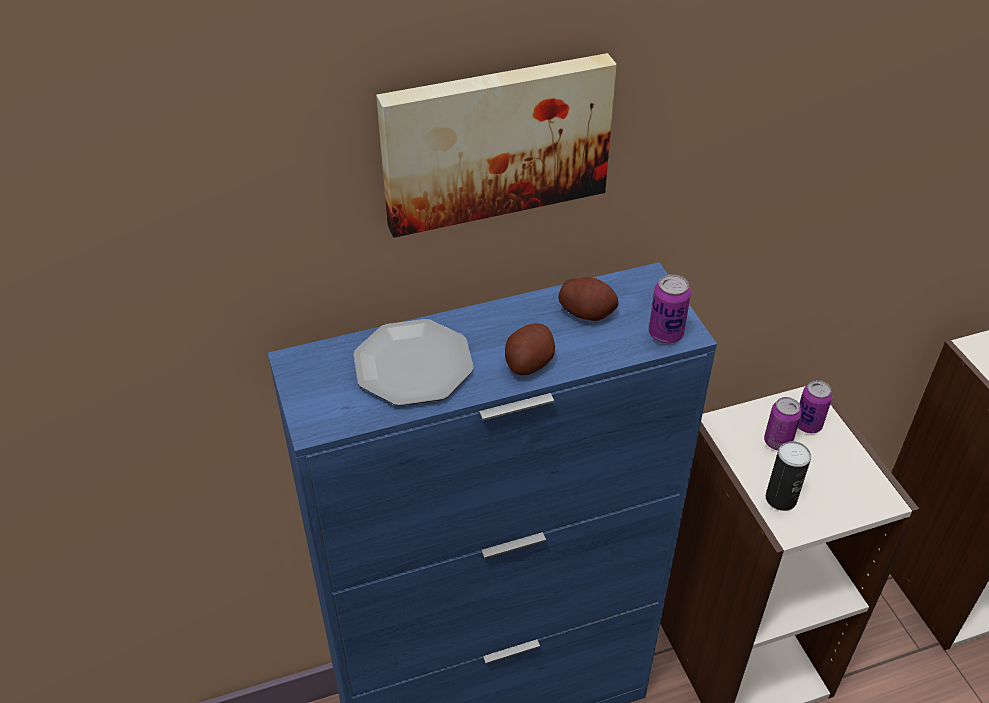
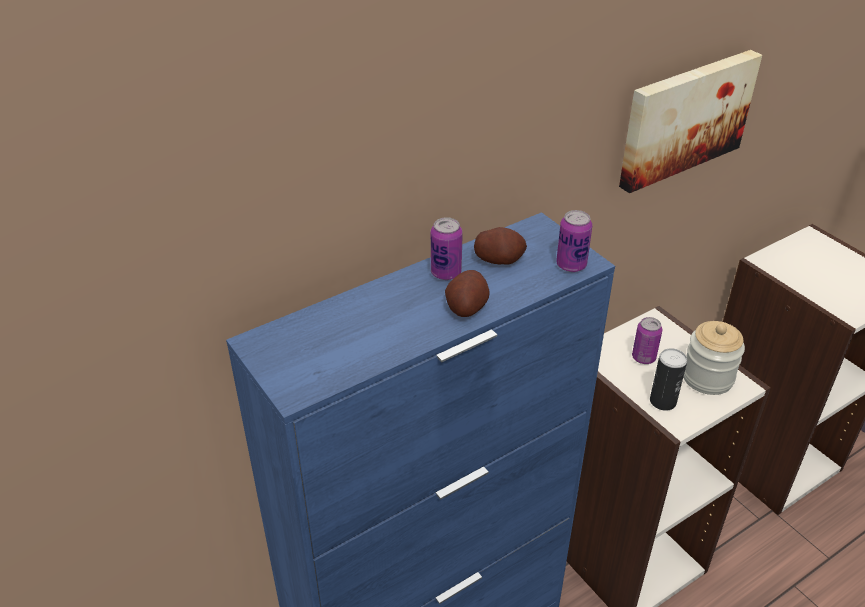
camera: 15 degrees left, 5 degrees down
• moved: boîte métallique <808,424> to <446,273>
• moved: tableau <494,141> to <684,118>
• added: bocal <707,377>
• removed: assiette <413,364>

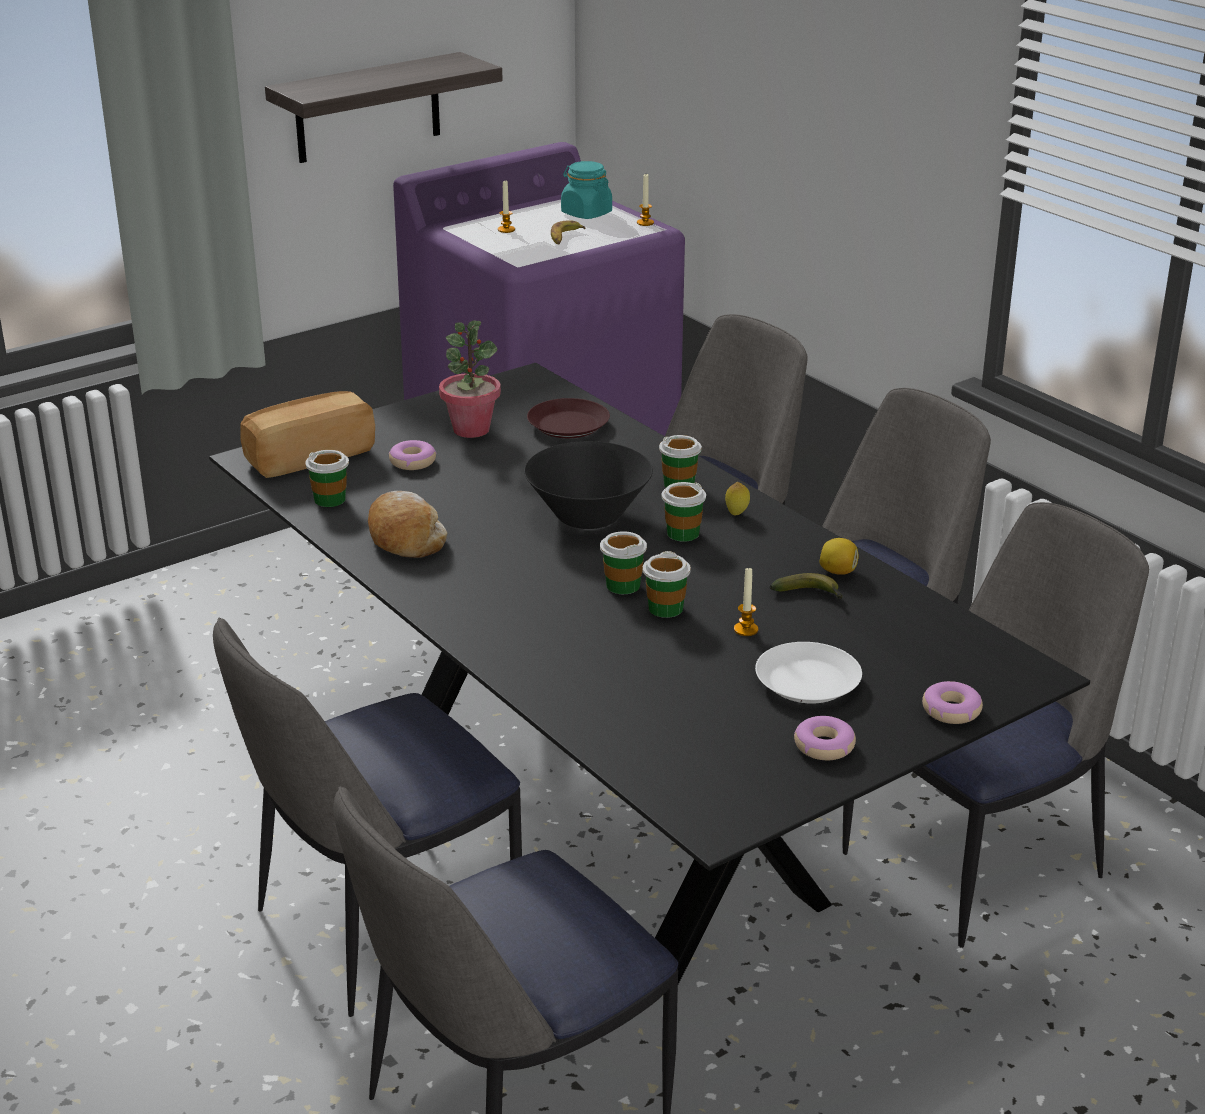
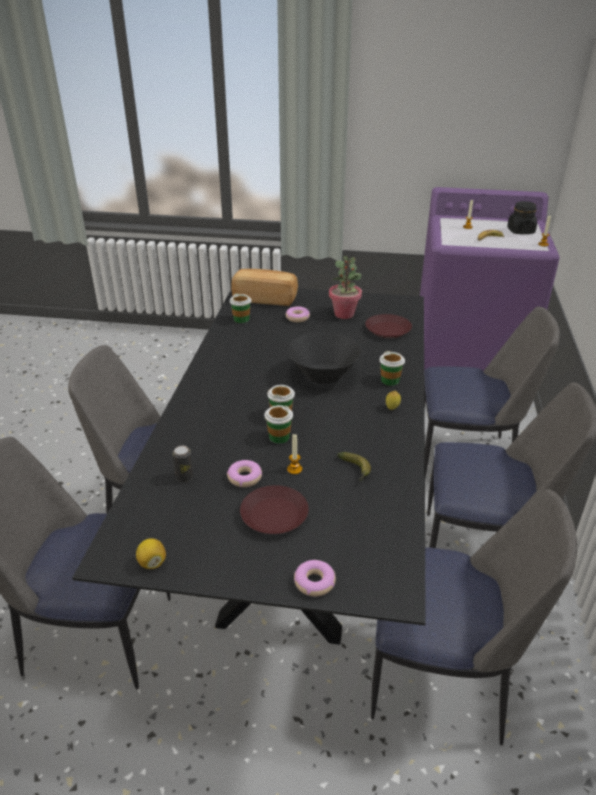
camera: 45 degrees right, 5 degrees up
• moved: citron <838,571> to <152,562>
• added: boîte métallique <184,477>
• moved: beignet <824,746> to <244,477>
• recoloured: assiette (blanc) <807,681> to assiette (marron) <274,514>
• recoloured: bocal (turquoise) <586,213> to bocal (noir) <520,231>
• removed: étagère <368,108>
• removed: pain <405,537>
• removed: tasse <682,533>

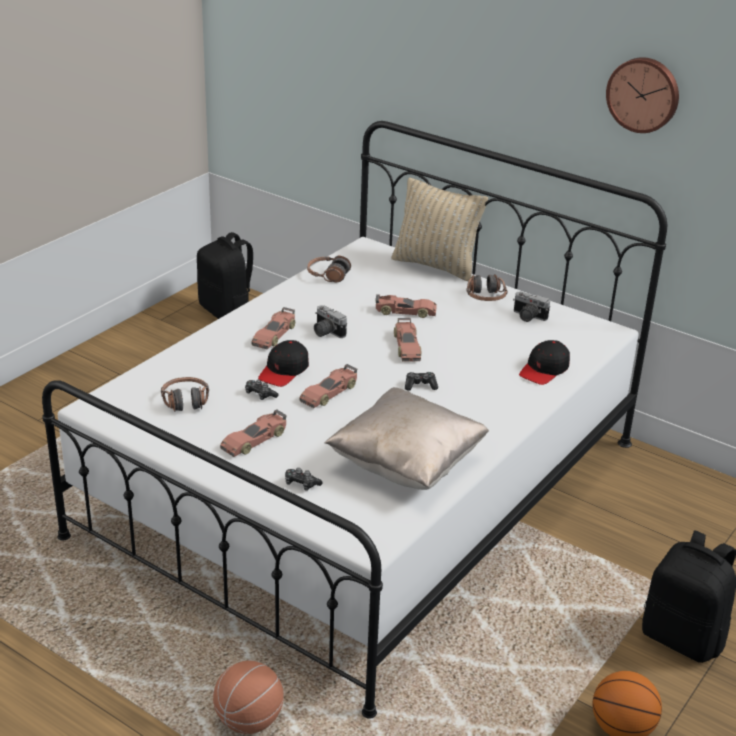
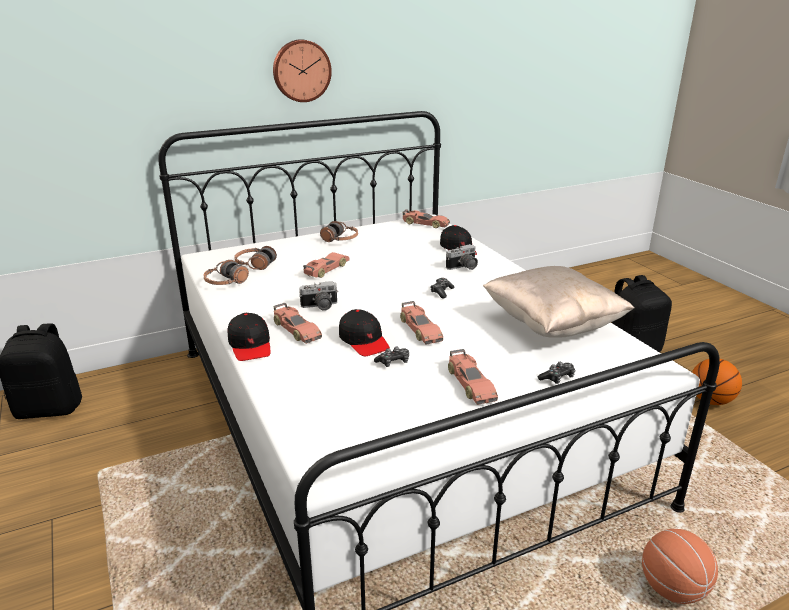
camera: 60 degrees left, 5 degrees down
• added: casquette (noir) <250,345>
• moved: casque audio <185,401> to <255,264>
• moved: horloge murale <643,94> to <301,70>
• moved: petite voiture <407,346> to <425,224>
• moved: appareil photo <527,317> to <463,267>
• removed: coussin (beige) <435,266>

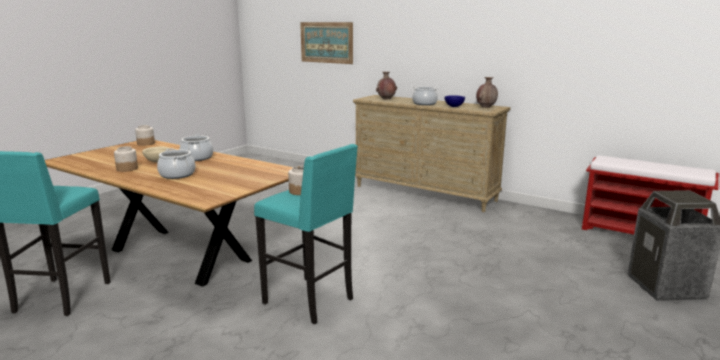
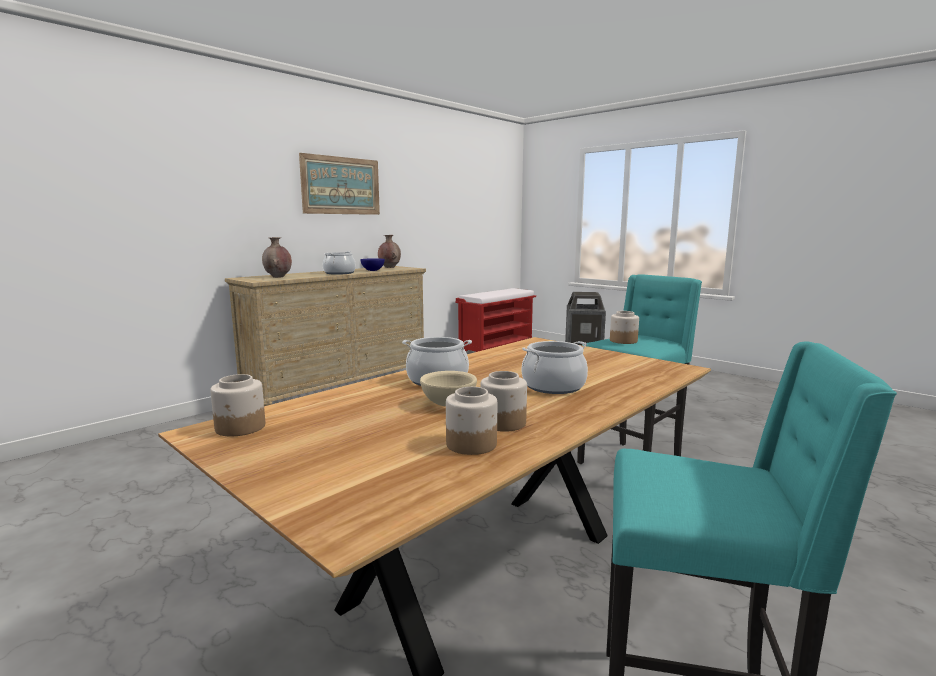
camera: 80 degrees left, 5 degrees down
• moved: tableau <326,42> to <341,185>
• added: bocal <470,444>

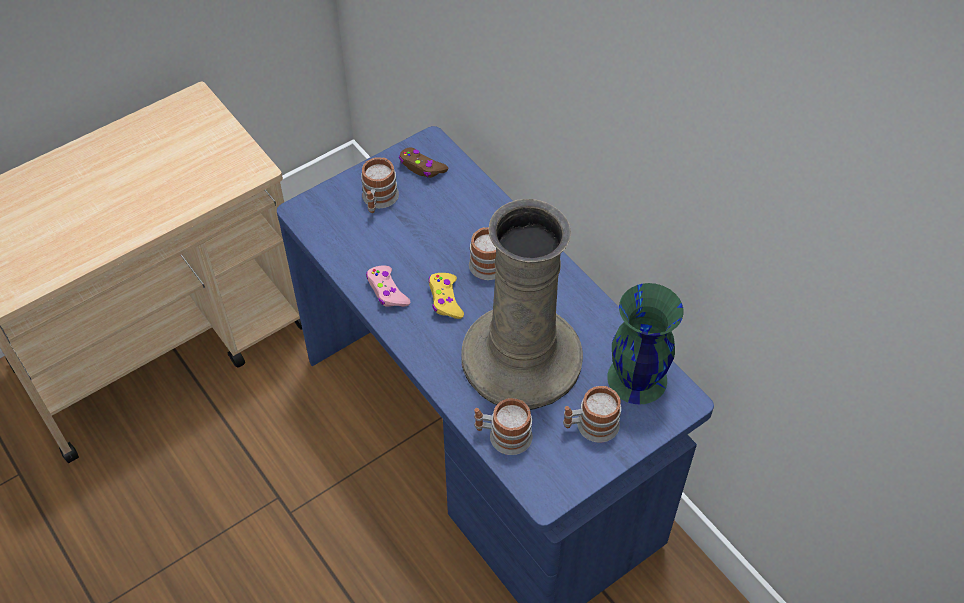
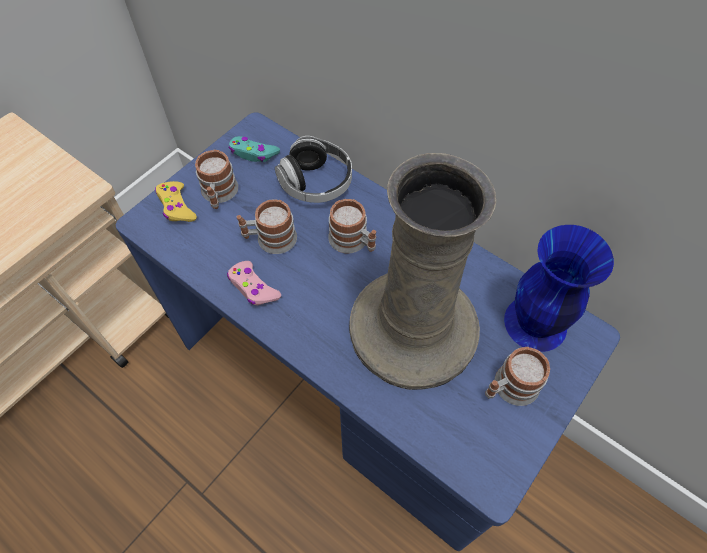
camera: 15 degrees left, 5 degrees up
• moved: manette (jaune) <445,299> to <176,206>
• recoloured: manette (marron) <422,167> to manette (turquoise) <253,153>
• moved: mug <503,436> to <270,239>
• added: casque audio <316,183>
• recoloured: vase (vert) <636,378> to vase (bleu) <534,323>

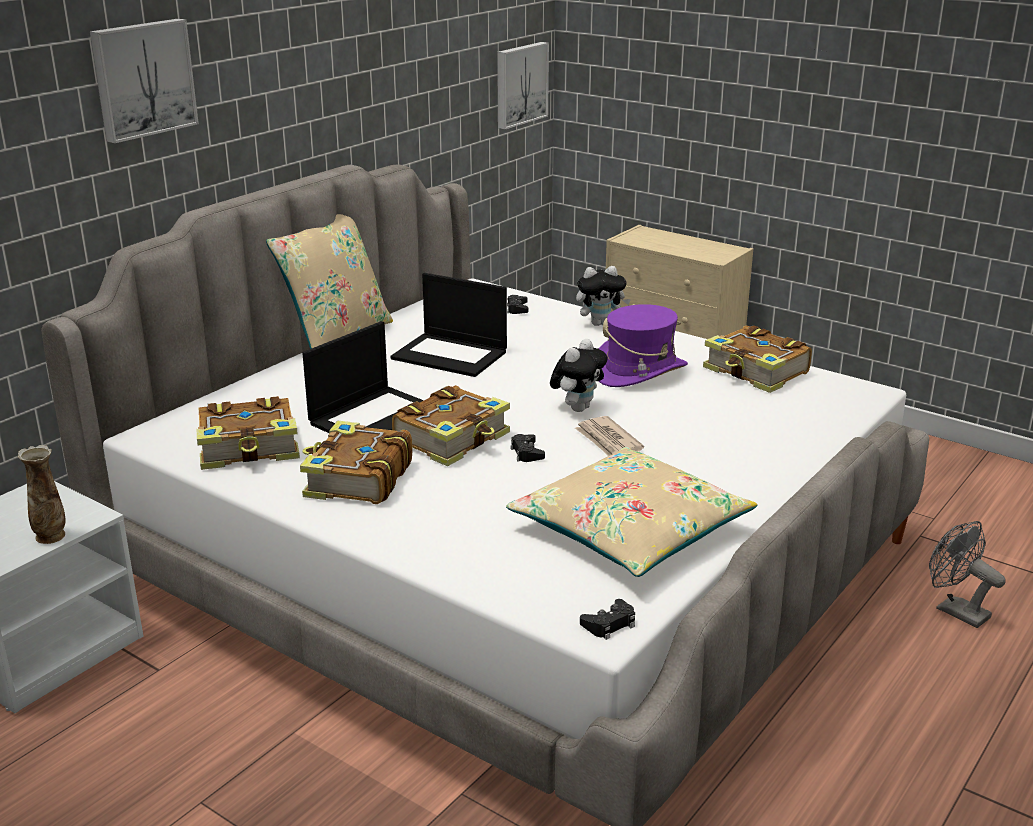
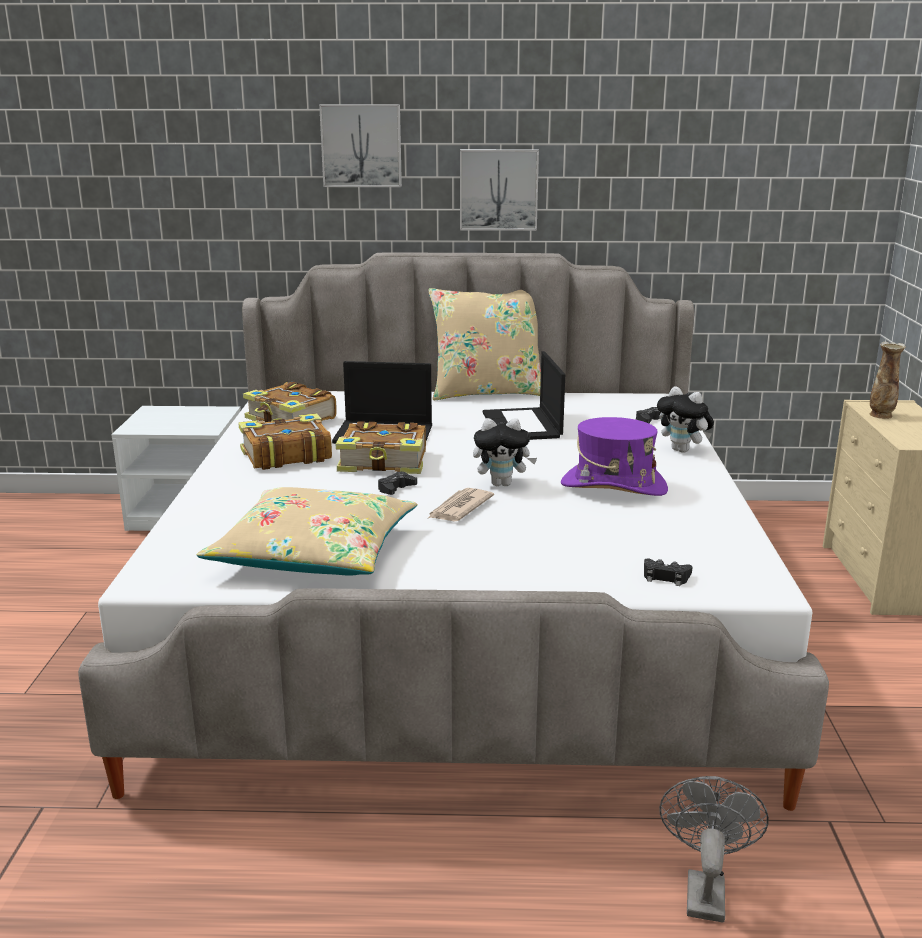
camera: 55 degrees right, 5 degrees down
• moved: tableau <519,84> to <498,189>
• moved: manette (noir) <609,624> to <665,577>
• moved: vase <51,536> to <881,415>
• removed: livre <756,372>

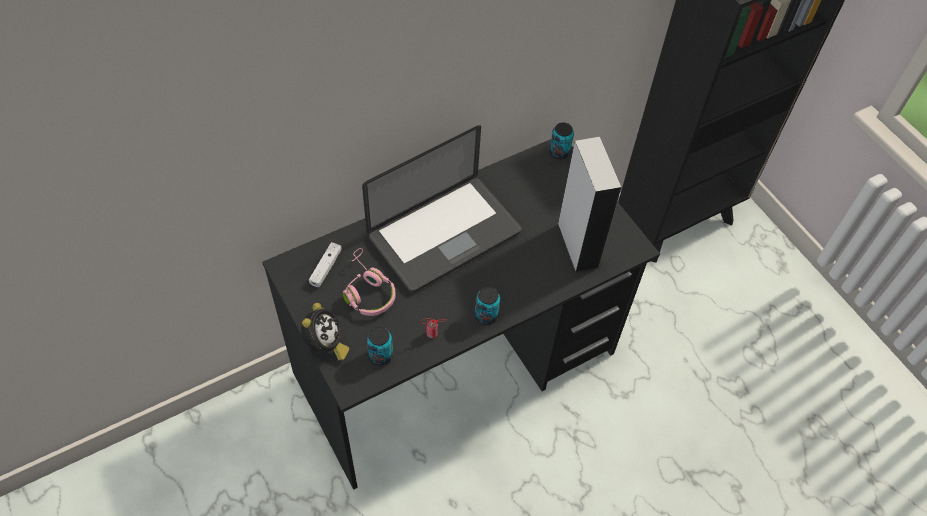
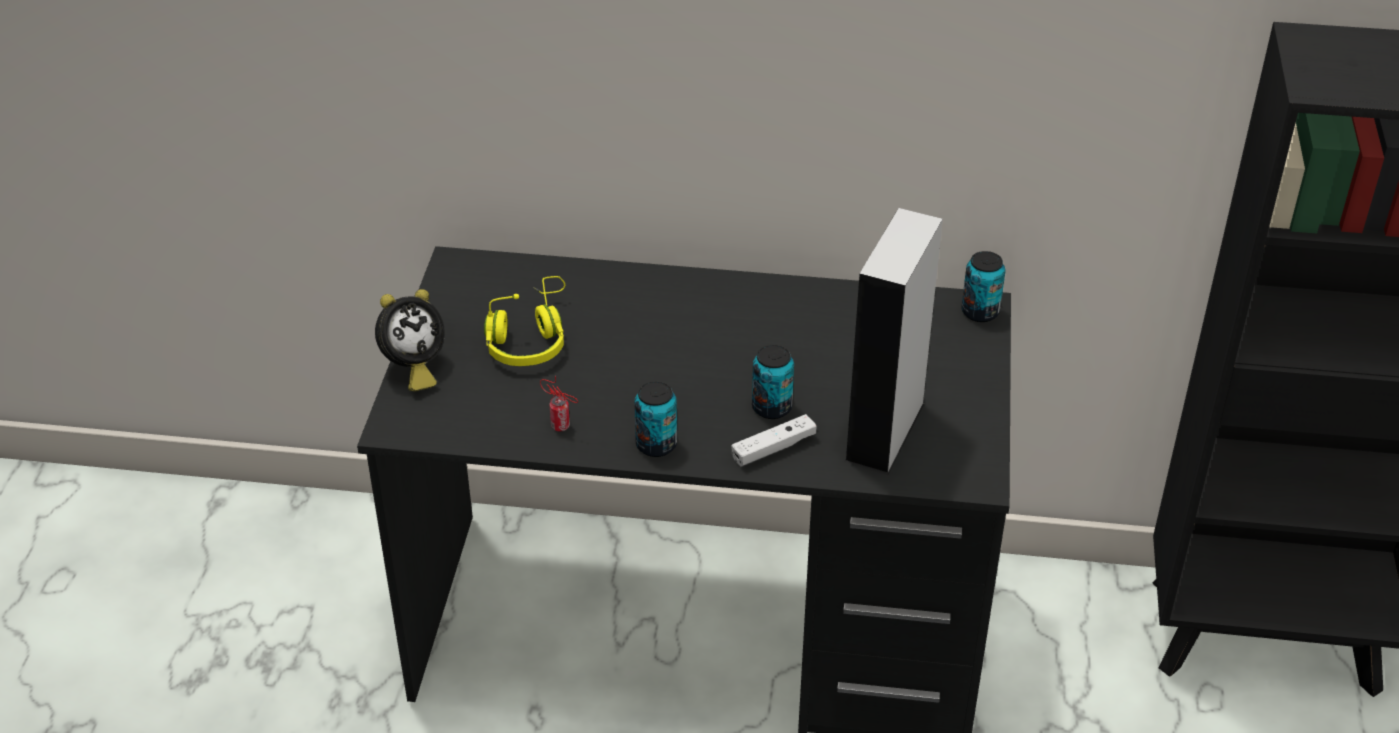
camera: 40 degrees right, 15 degrees down
• recoloured: casque audio (rose) <367,290> to casque audio (jaune) <529,338>
• moved: manette (blanc) <326,268> to <773,448>
• moved: boîte métallique <380,356> to <772,407>
• removed: ordinateur portable <444,235>

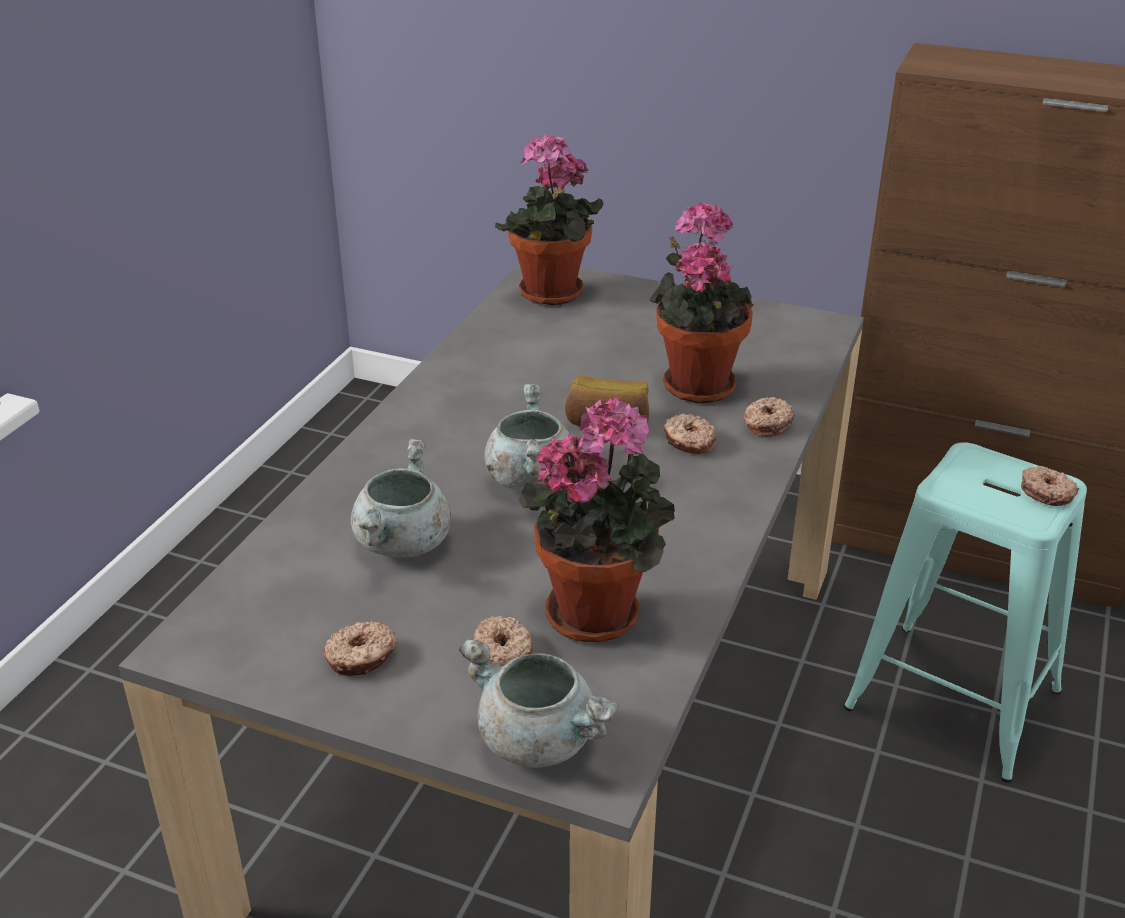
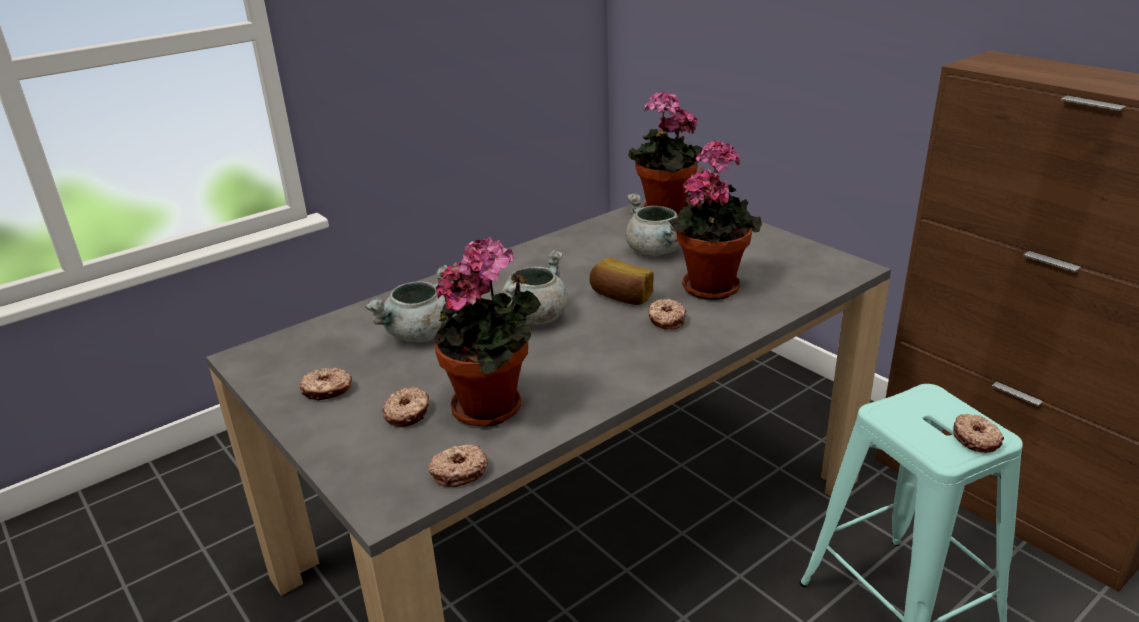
camera: 30 degrees right, 5 degrees down
• moved: beignet <766,424> to <459,472>
• moved: marmite (gris) <540,740> to <656,251>

